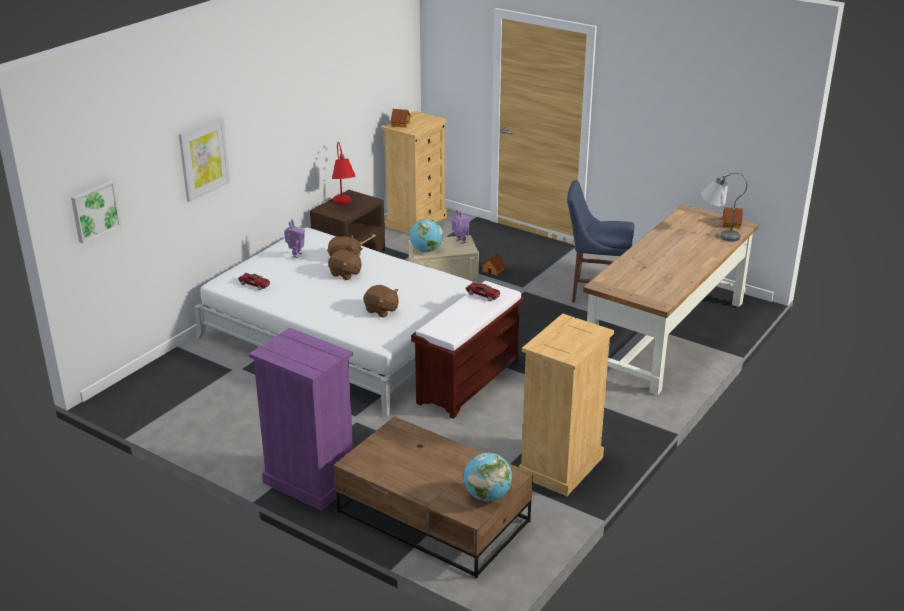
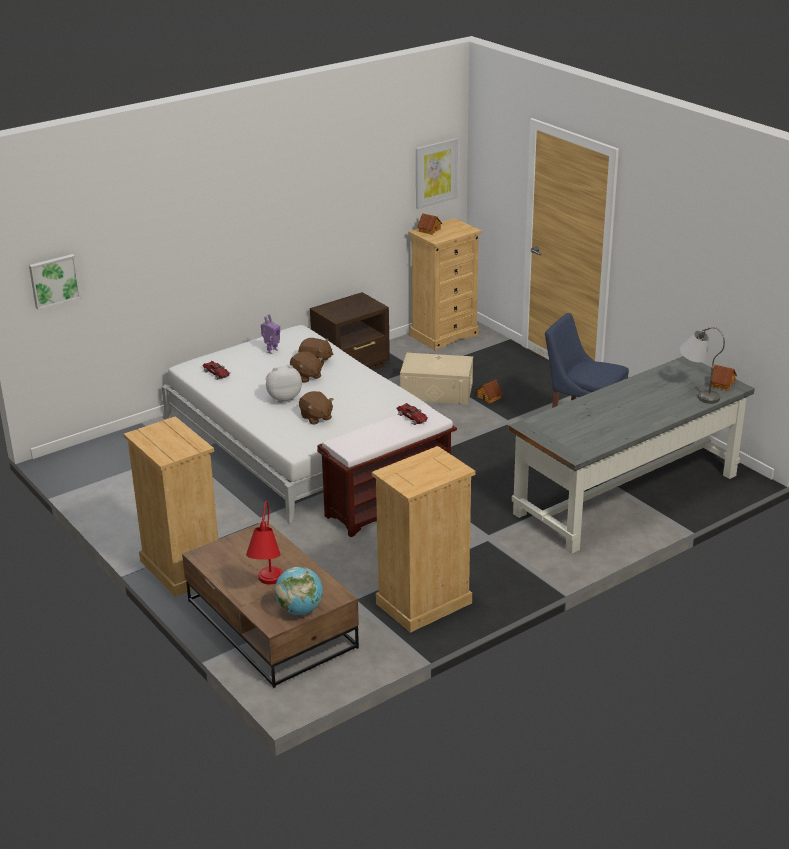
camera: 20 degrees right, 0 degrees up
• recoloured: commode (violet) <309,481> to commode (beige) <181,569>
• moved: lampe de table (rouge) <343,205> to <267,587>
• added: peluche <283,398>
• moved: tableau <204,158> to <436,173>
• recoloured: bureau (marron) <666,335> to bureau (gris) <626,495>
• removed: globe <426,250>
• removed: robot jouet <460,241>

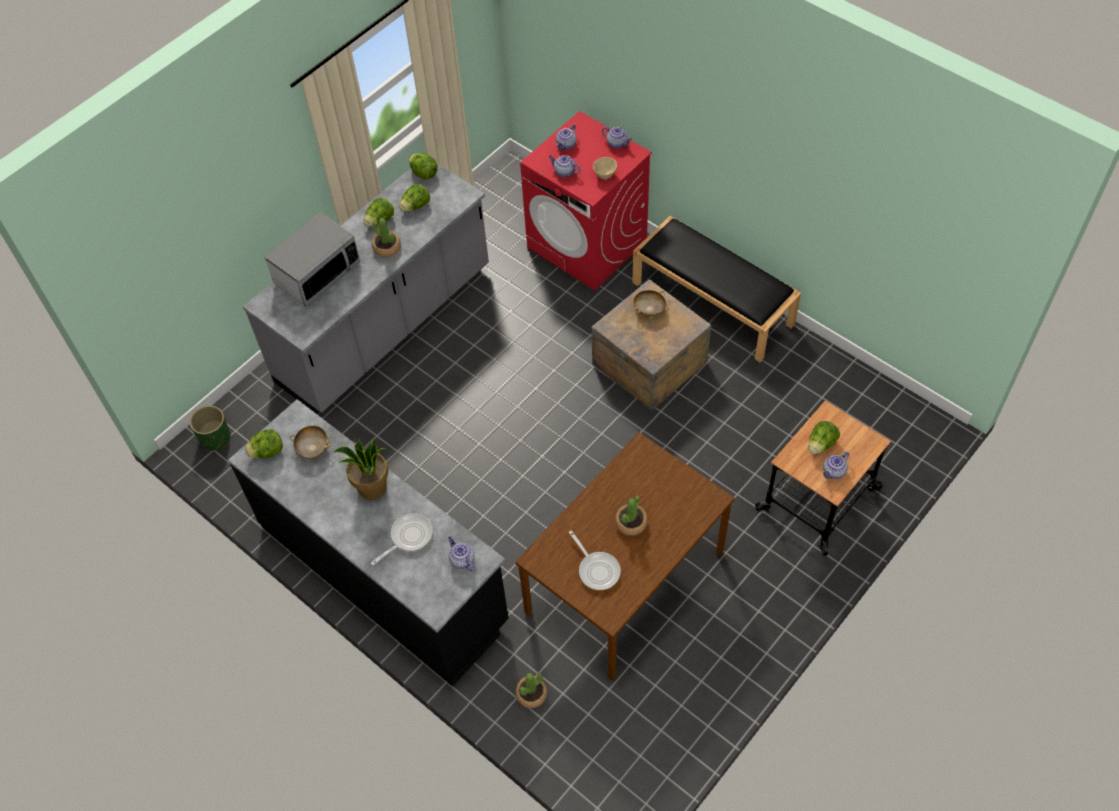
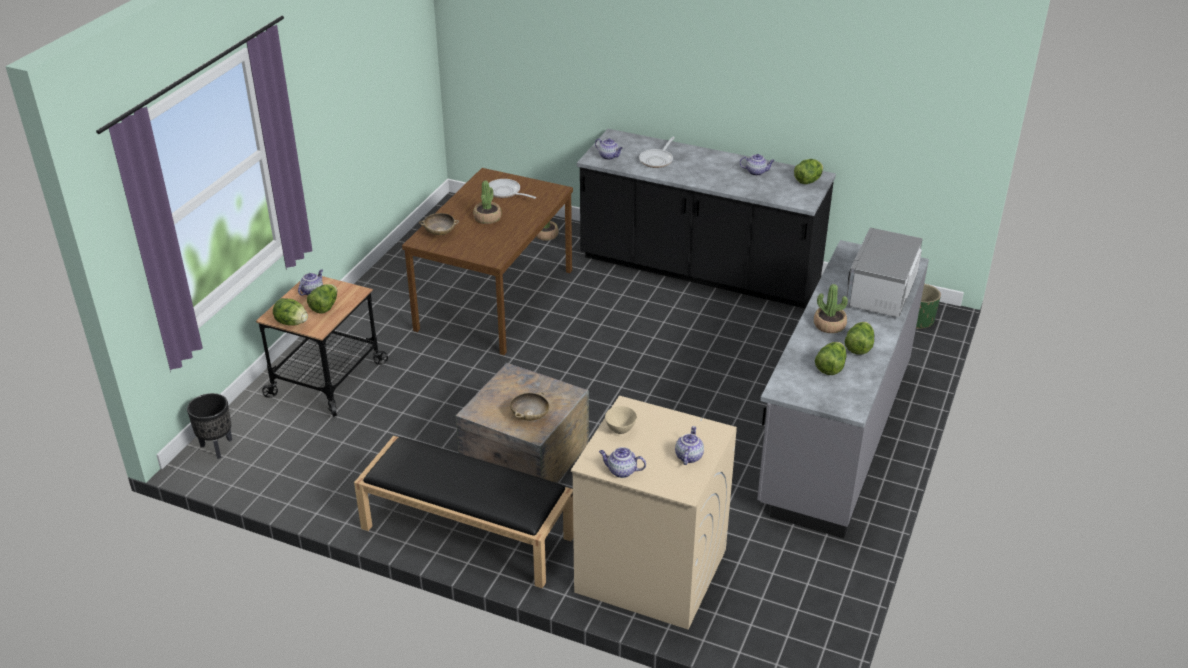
camera: 160 degrees right, 20 degrees down
• added: cache-pot (noir) <217,447>
• moved: laitue <424,174> to <292,323>
• moved: bol (beige) <313,448> to <440,233>
• recoloured: lave-linge (rouge) <587,244> to lave-linge (beige) <650,570>
• moved: théière <564,172> to <756,172>
• removed: plante en pot <372,488>

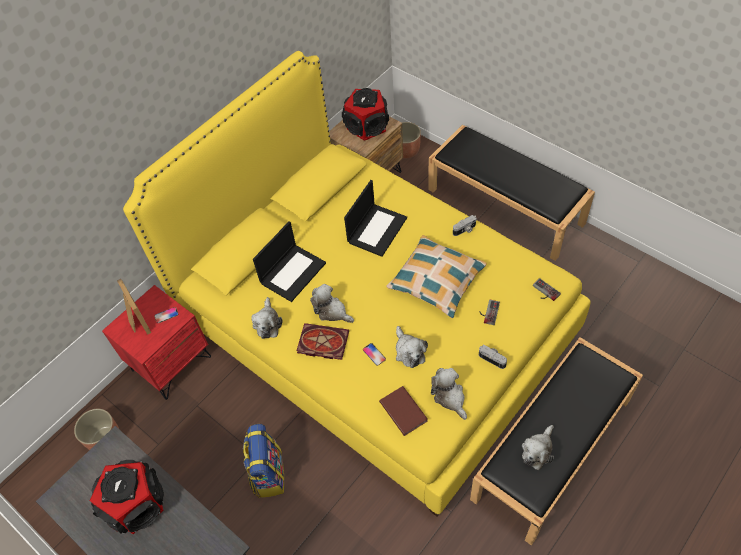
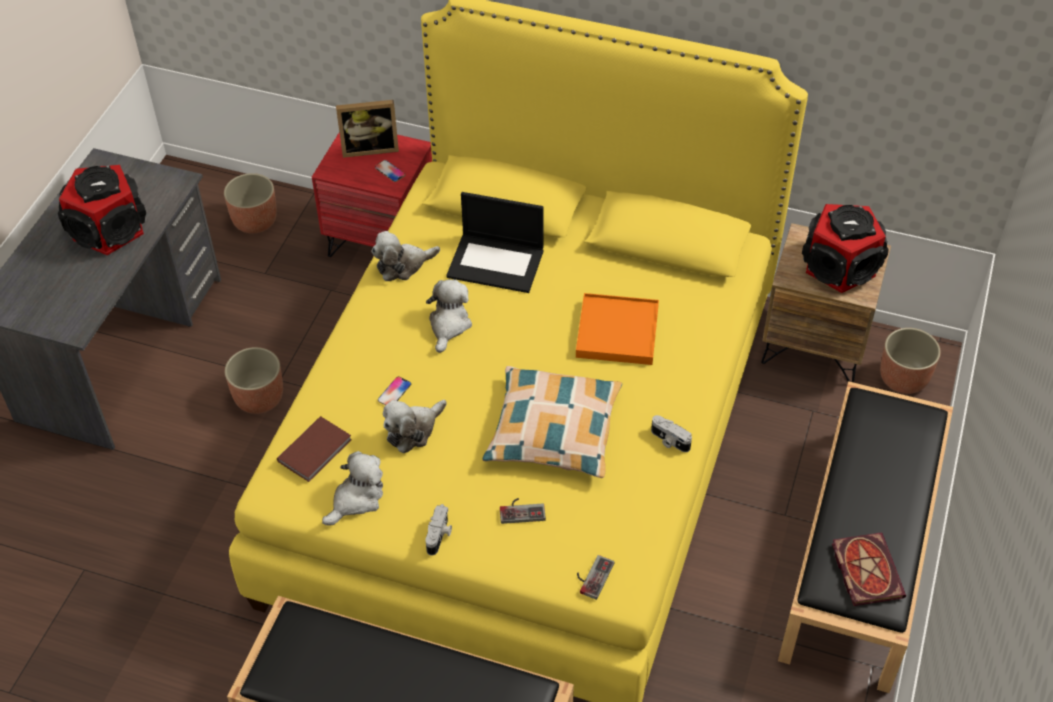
camera: 65 degrees right, 5 degrees down
• replaced: sac à dos <268,473> to cache-pot <259,397>
• turned: cadre photo <137,321> = <370,148> 45 degrees clockwise
• replaced: ordinateur portable <377,229> to plateau (orange) <617,332>
• moved: livre <321,343> to <865,569>
• removed: peluche <537,450>

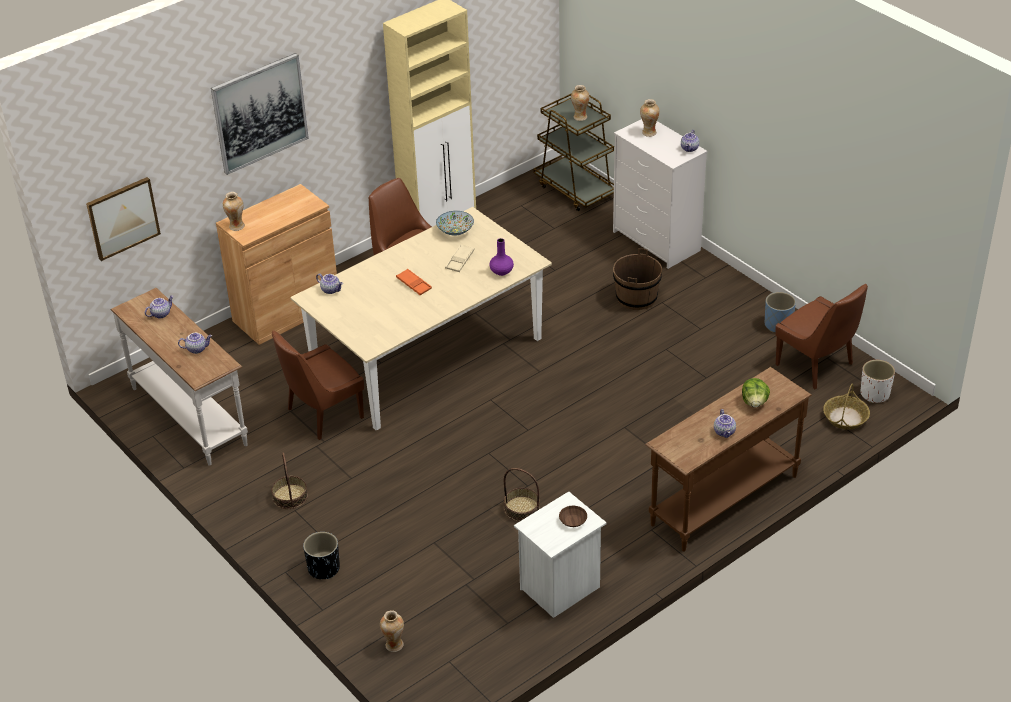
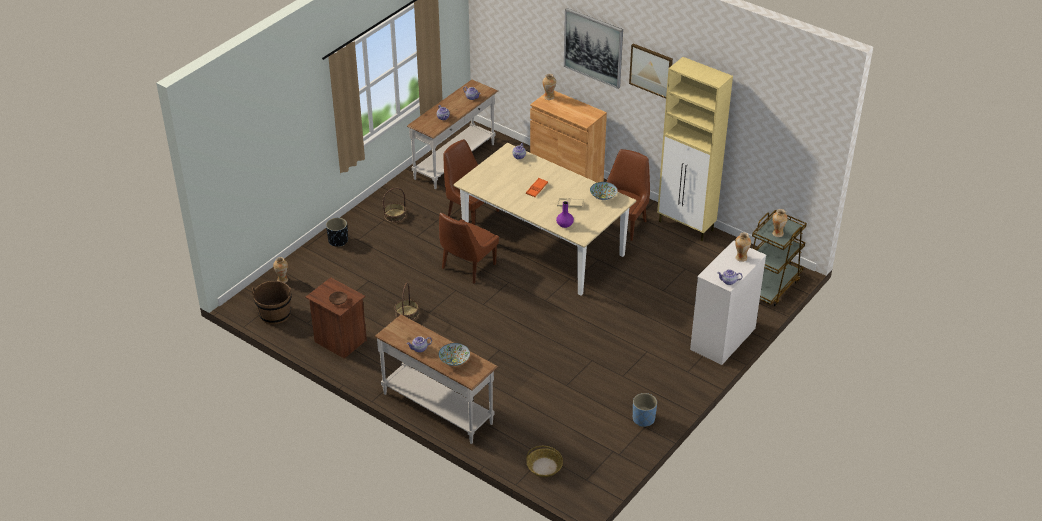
camera: 75 degrees right, 0 degrees up
• moved: seau (marron) <636,297> to <275,314>
• recoloured: table de chevet (blanc) <561,588> to table de chevet (marron) <339,341>
• recoloured: table console (marron) <723,499> to table console (blanc) <438,407>
• moved: chaise (marron) <816,365> to <467,267>
• replaced: laitue <754,402> to bol <454,360>
• moved: tableau <122,218> to <651,70>
• removed: cache-pot (blanc) <875,394>

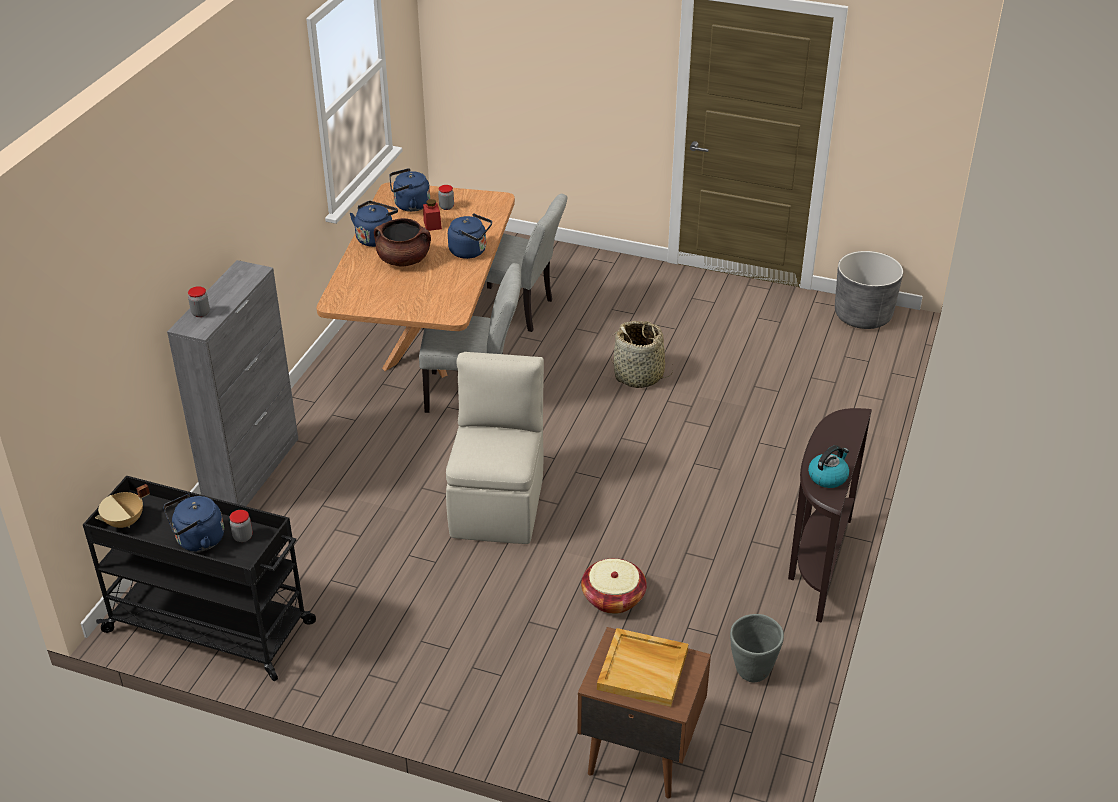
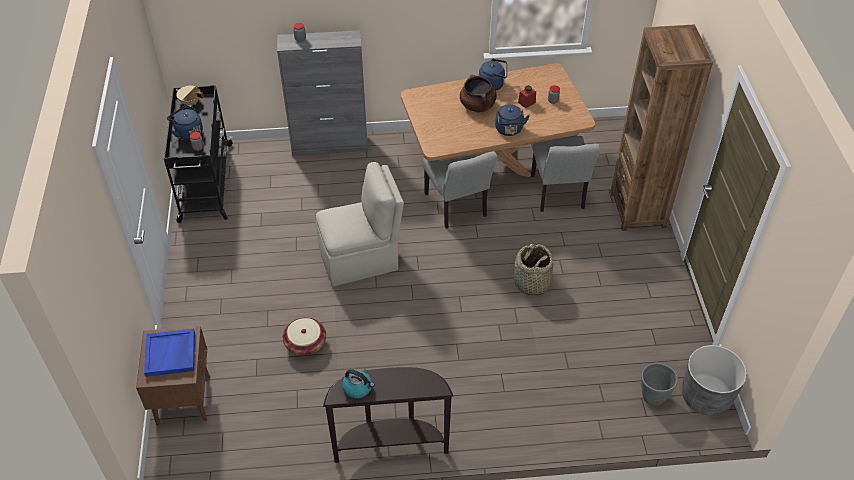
camera: 65 degrees right, 10 degrees up
• recoloured: plateau (beige) <643,669> to plateau (bleu) <171,354>
• added: bibliothèque (marron) <638,209>
• moved: cache-pot (gris) <752,671> to <652,397>
• removed: bouilloire (bleu) <409,205>

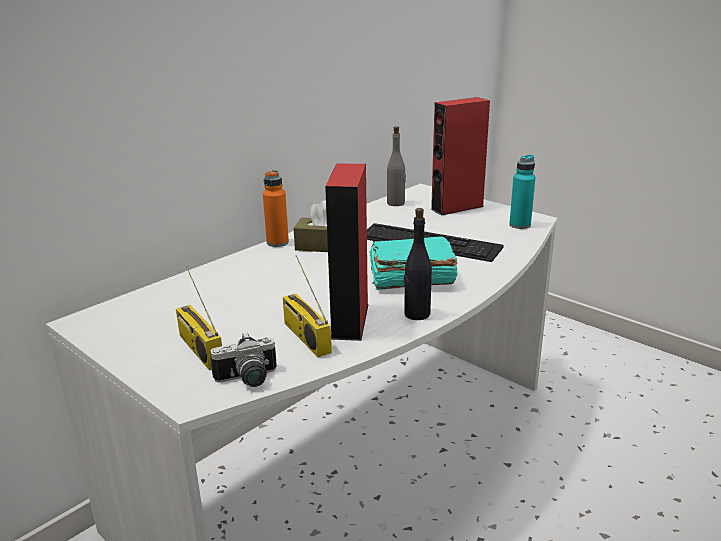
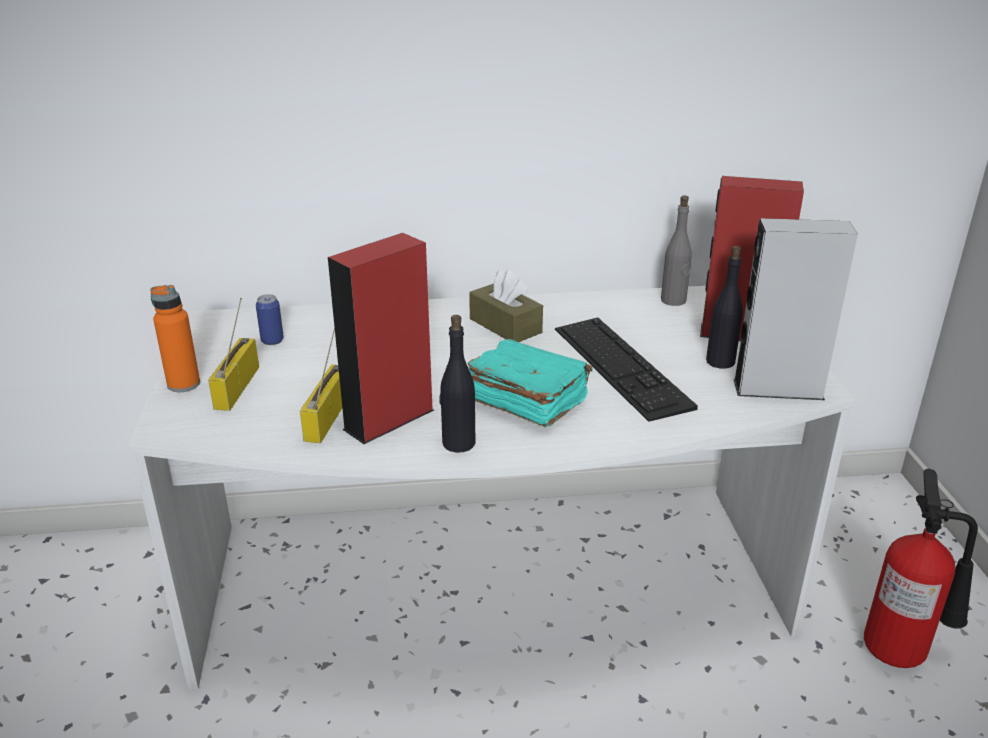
camera: 40 degrees right, 5 degrees up
• moved: bouteille (orange) <277,242> to <183,384>
• added: boîte métallique <272,341>
• added: bouteille (noir) <720,361>
• replaced: bouteille (turquoise) <520,225> to enceinte (gris) <778,389>
• added: extincteur <902,650>
• removed: appareil photo <248,380>

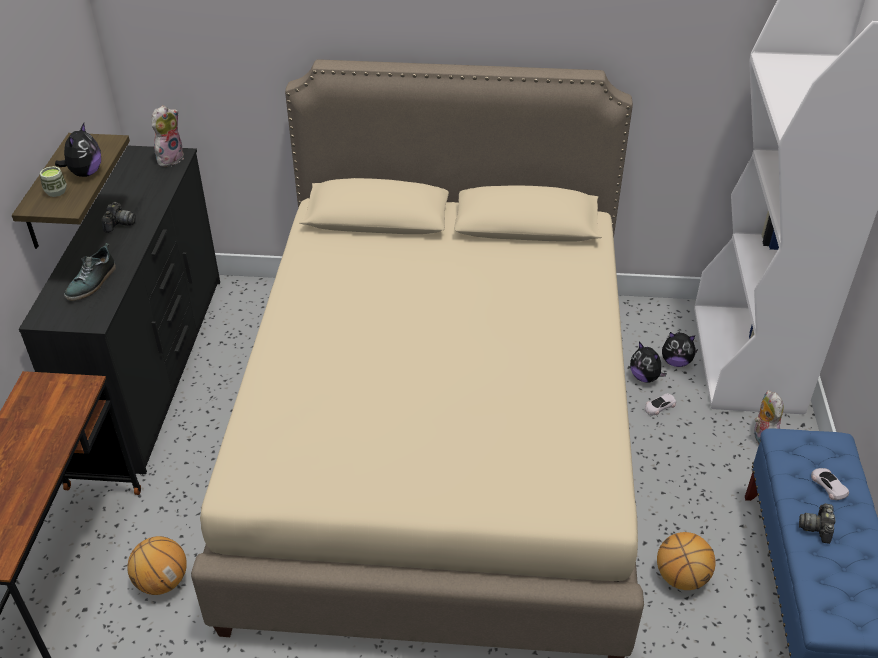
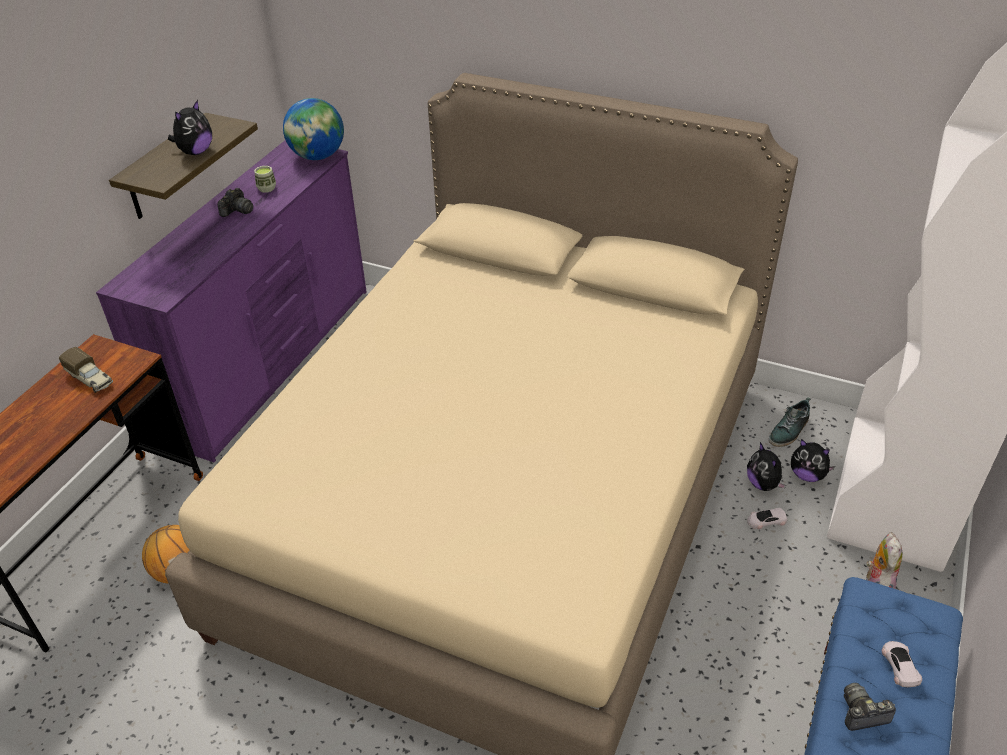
camera: 20 degrees right, 0 degrees up
• added: camion jouet <91,379>
• recoloured: commode (noir) <155,366> to commode (violet) <270,361>
• moved: tasse <56,191> to <266,188>
• replaced: peluche <170,158> to globe <318,156>
• moved: chaussure <92,283> to <789,431>
• turned: appareil photo <817,528> = <862,713> 45 degrees clockwise
• removed: ballon de basket <681,577>

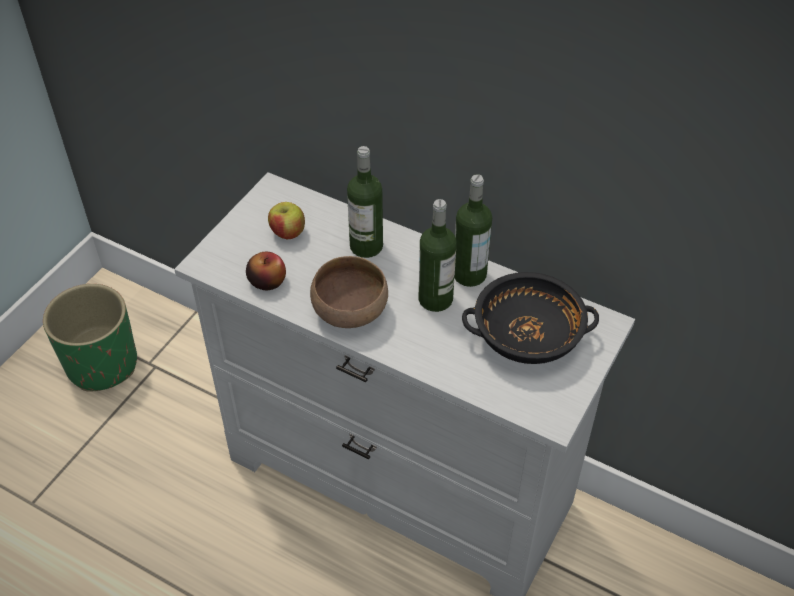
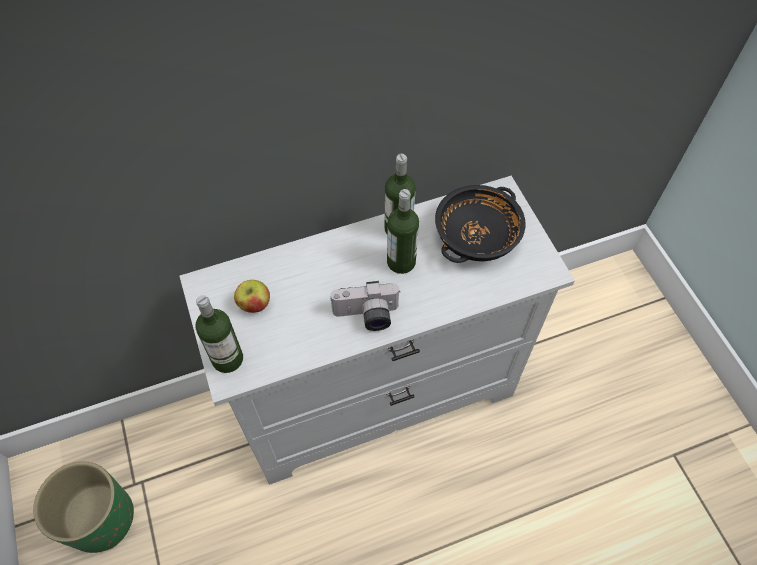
camera: 50 degrees left, 10 degrees up
• moved: bouteille <366,246> to <227,359>
• replaced: bol (marron) <351,312> to appareil photo <366,316>
• removed: pomme <267,281>

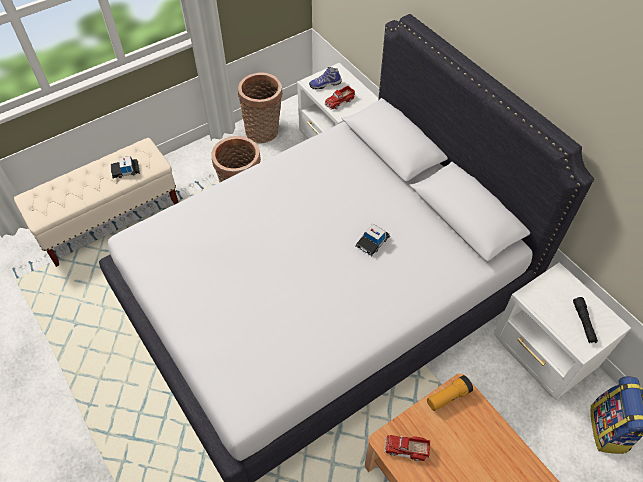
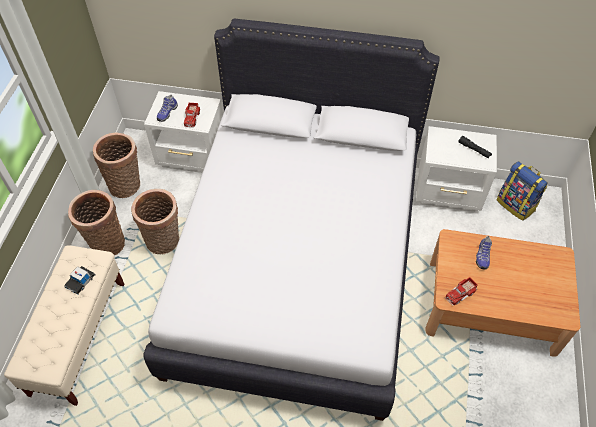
camera: 45 degrees left, 0 degrees up
• added: panier <106,242>
• added: chaussure <482,256>
• removed: petite voiture <372,242>
• removed: lampe de poche <448,397>

